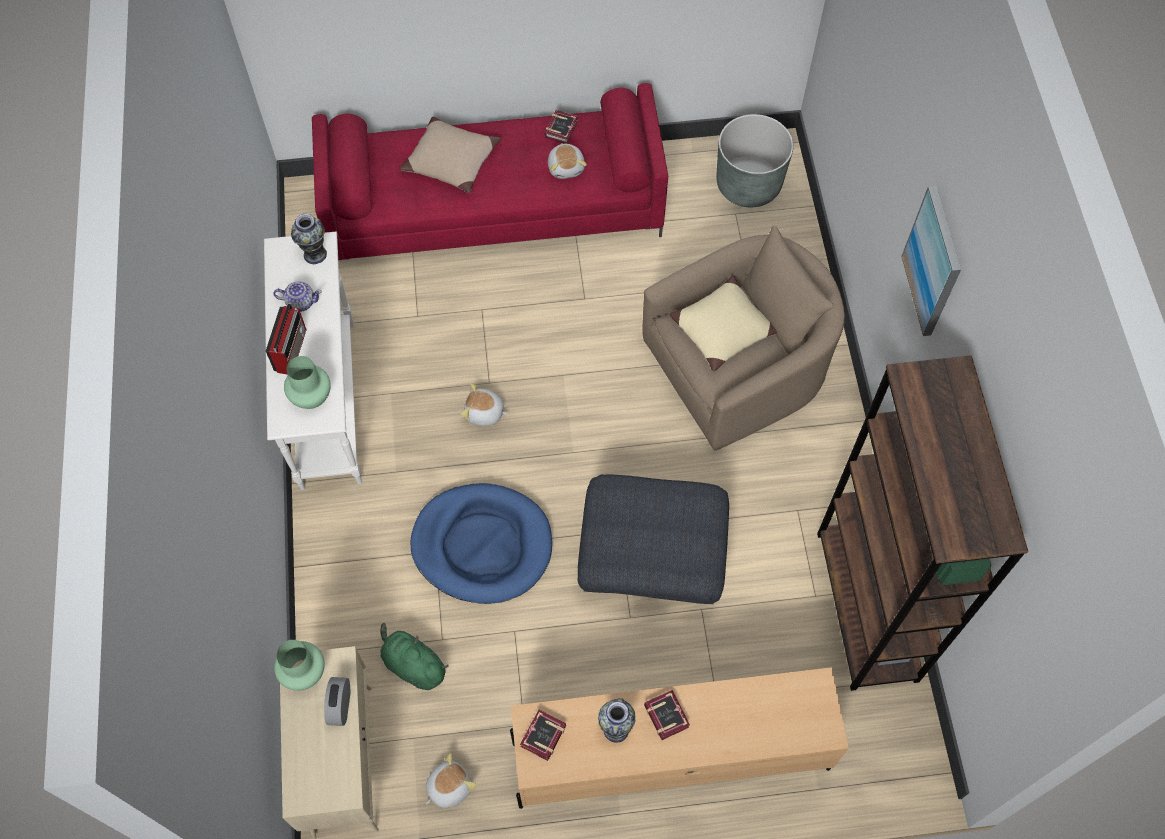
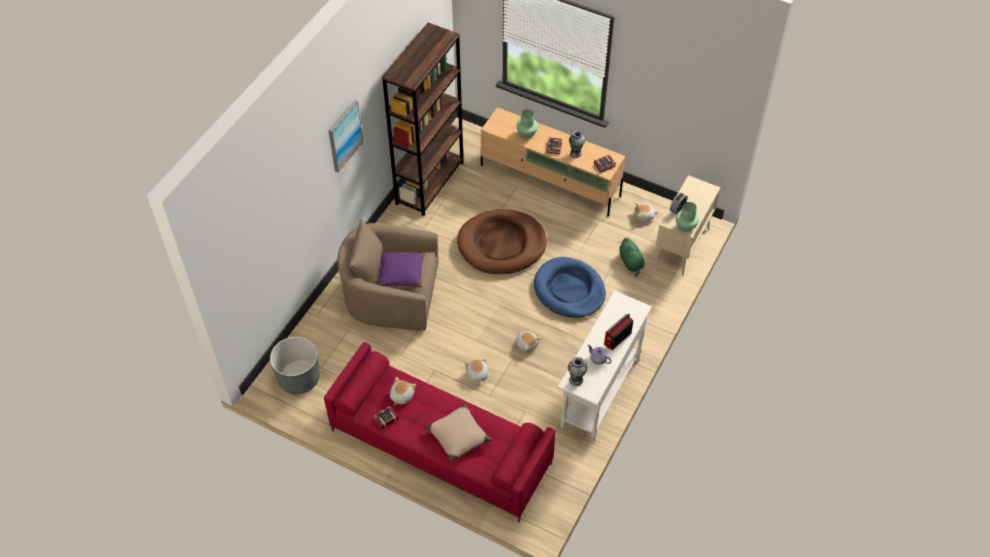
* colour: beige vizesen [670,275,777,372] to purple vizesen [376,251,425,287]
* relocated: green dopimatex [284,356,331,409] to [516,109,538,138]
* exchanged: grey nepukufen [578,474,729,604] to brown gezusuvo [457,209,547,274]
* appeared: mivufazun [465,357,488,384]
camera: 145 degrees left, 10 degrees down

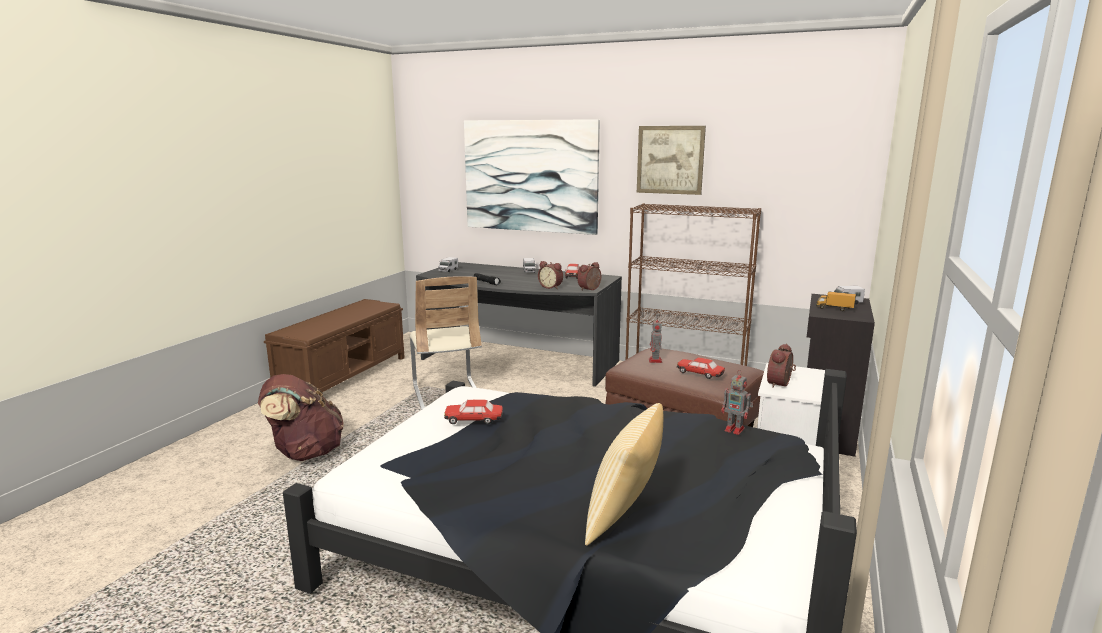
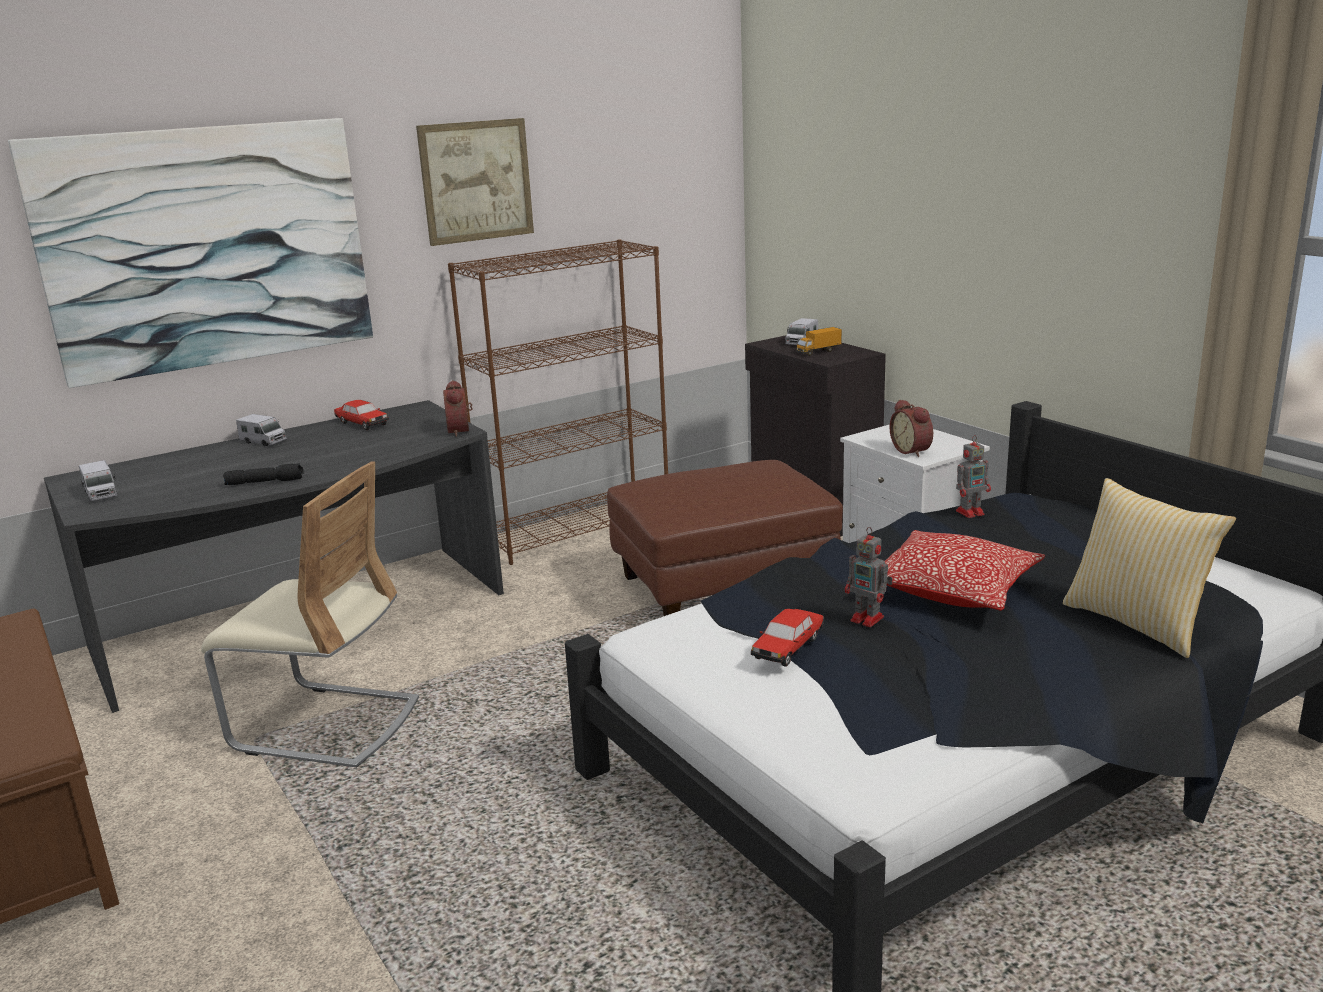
* missing: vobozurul [538,261,563,289]
* relocated: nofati [649,316,662,363] to [845,527,893,627]
* missing: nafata [677,357,725,379]
* missing: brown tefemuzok [258,374,344,461]
* appeared: vizesen [885,530,1045,611]
camera: 55 degrees left, 5 degrees up

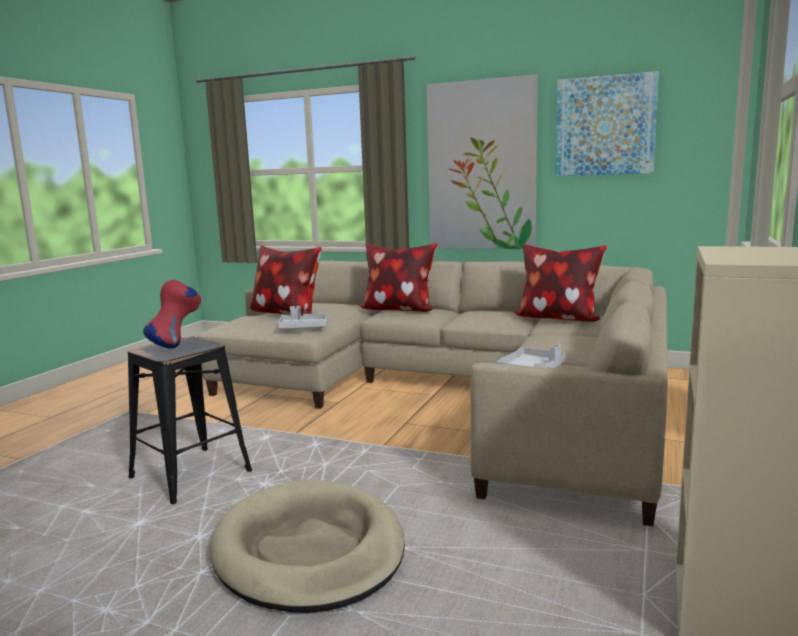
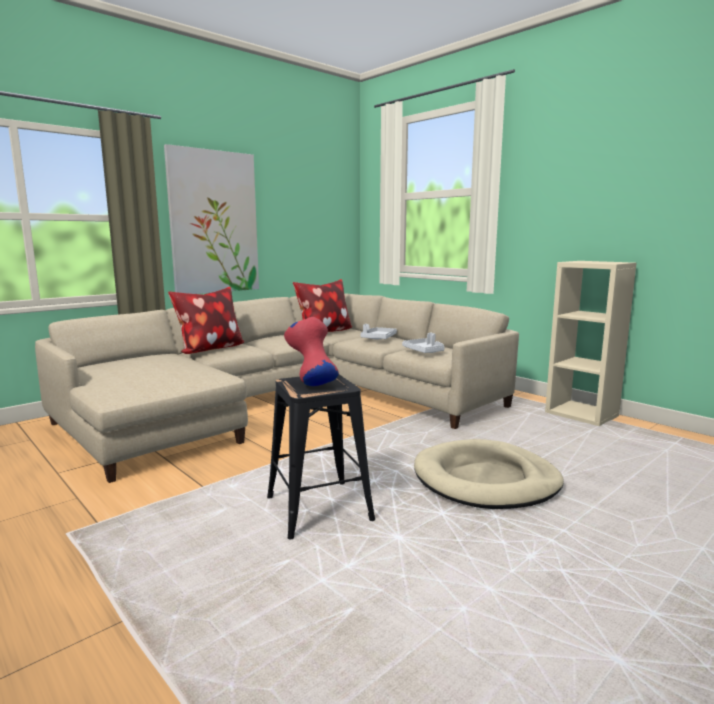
* missing: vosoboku [555,71,659,176]
* missing: vizesen [250,245,322,316]
* relocated: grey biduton [278,306,327,329] to [360,324,397,339]
camera: 65 degrees left, 0 degrees up

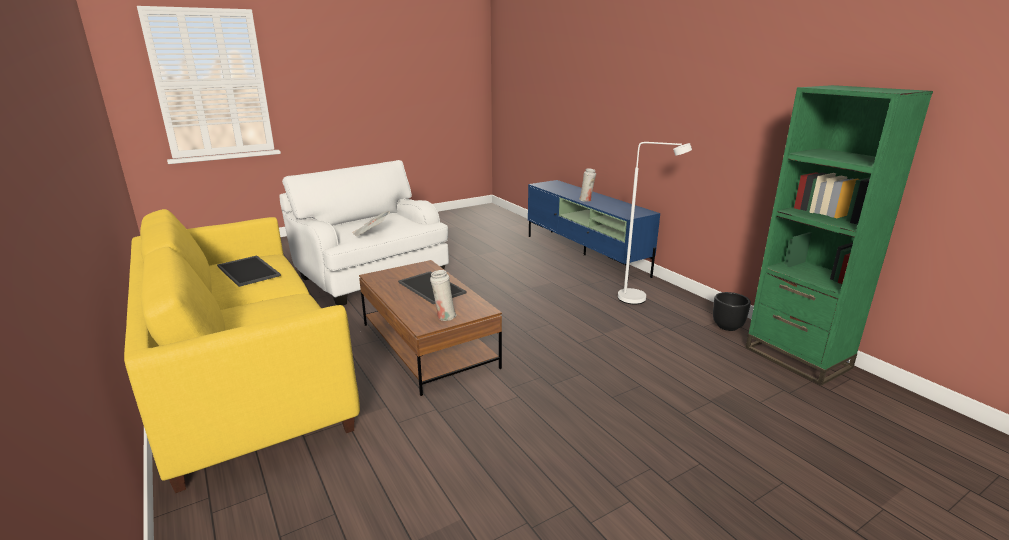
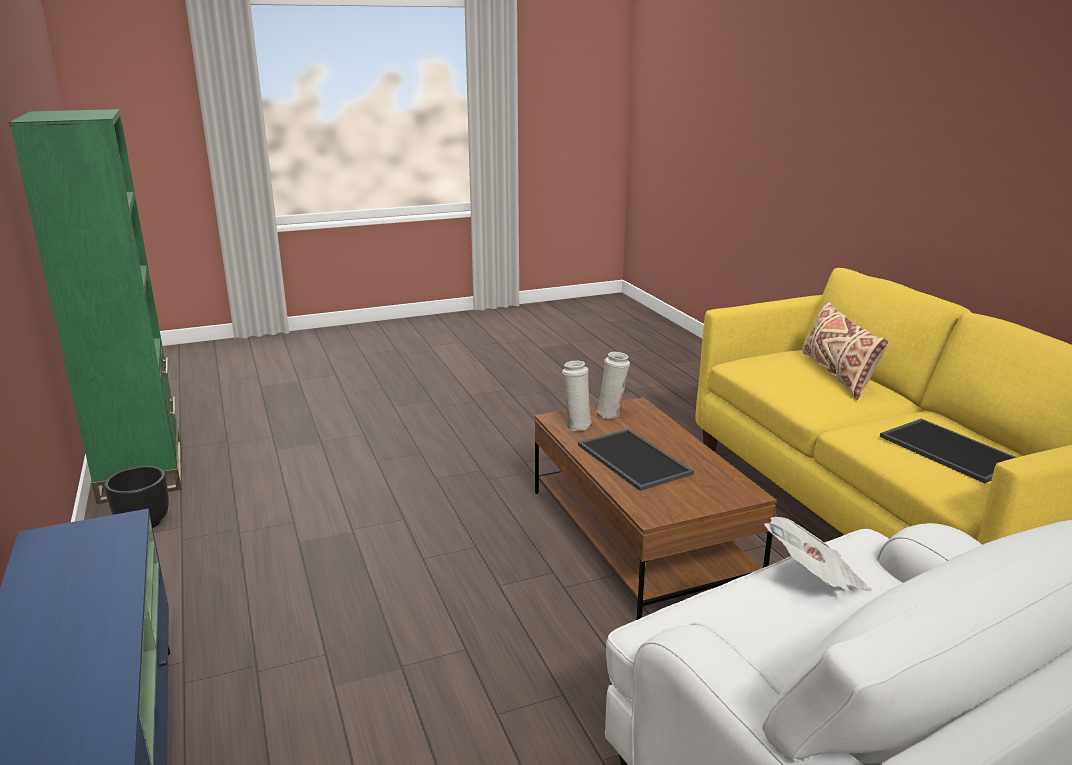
* missing: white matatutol [618,142,692,304]
* relocated: white dopimatex [579,168,596,202] to [562,361,592,431]
* appeared: beige vizesen [802,301,889,400]
camera: 170 degrees left, 0 degrees up

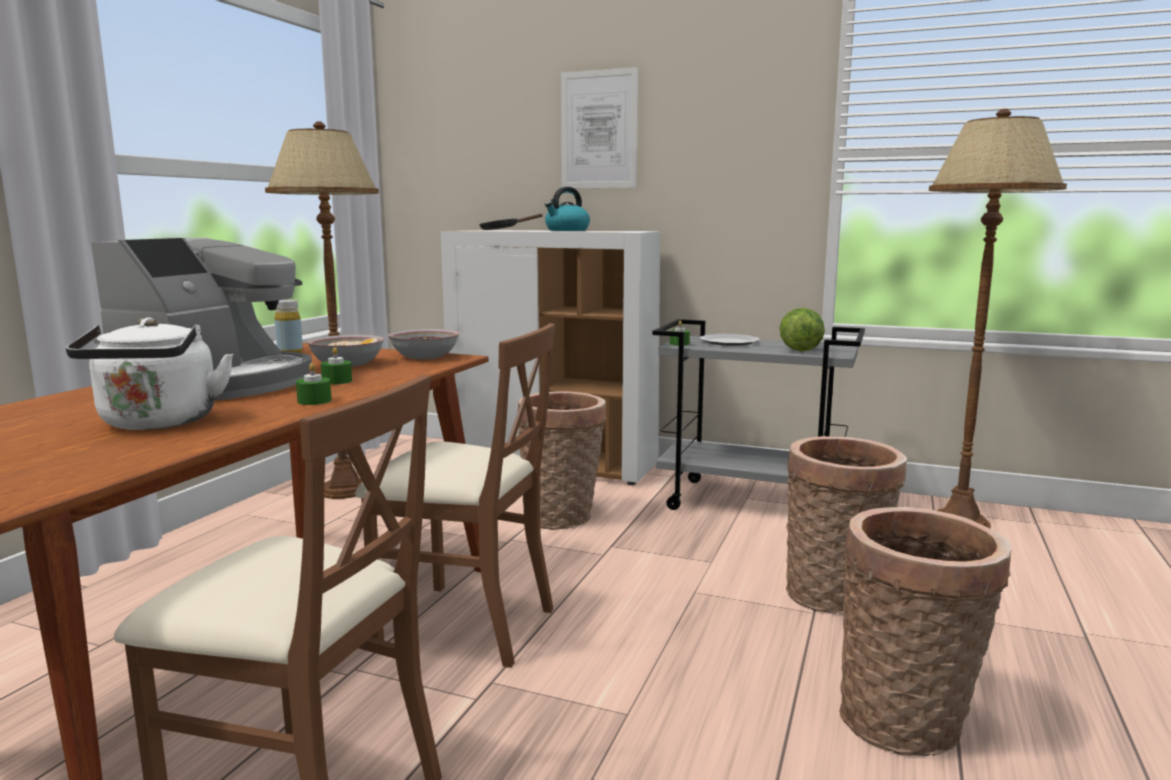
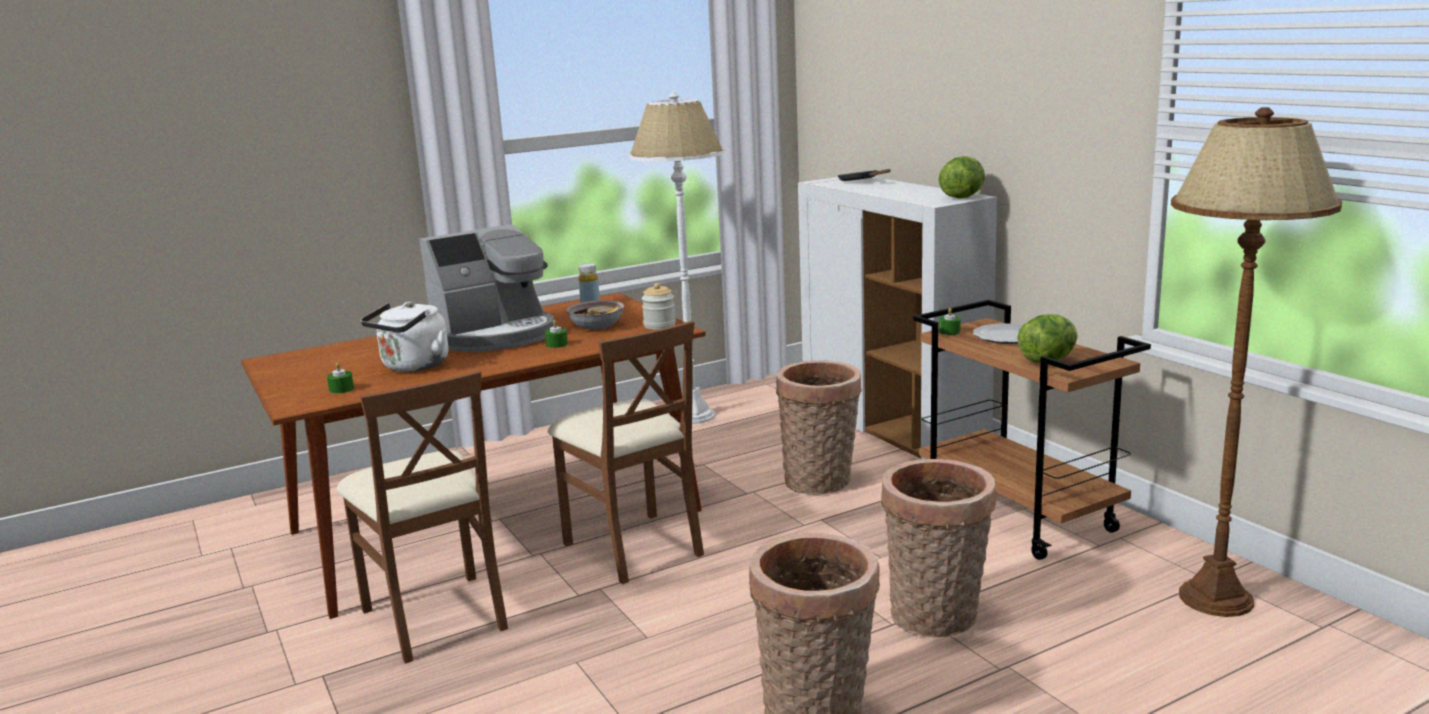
* missing: vosoboku [561,67,638,188]
* colour: brown matatutol [265,122,379,499] to white matatutol [628,93,724,424]
* missing: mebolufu [545,187,590,231]
* colour: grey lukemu [652,319,865,510] to brown lukemu [913,300,1151,560]
* exchanged: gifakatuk [388,329,460,359] to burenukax [642,283,676,330]
* relocated: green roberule [296,363,331,405] to [327,362,354,394]
* appeared: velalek [939,156,985,199]
camera: 40 degrees right, 5 degrees up

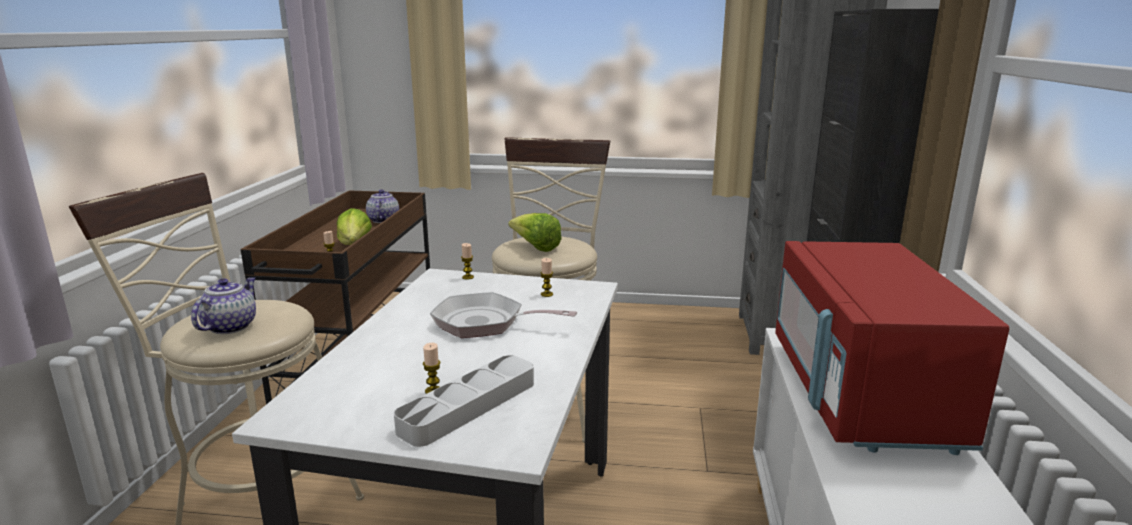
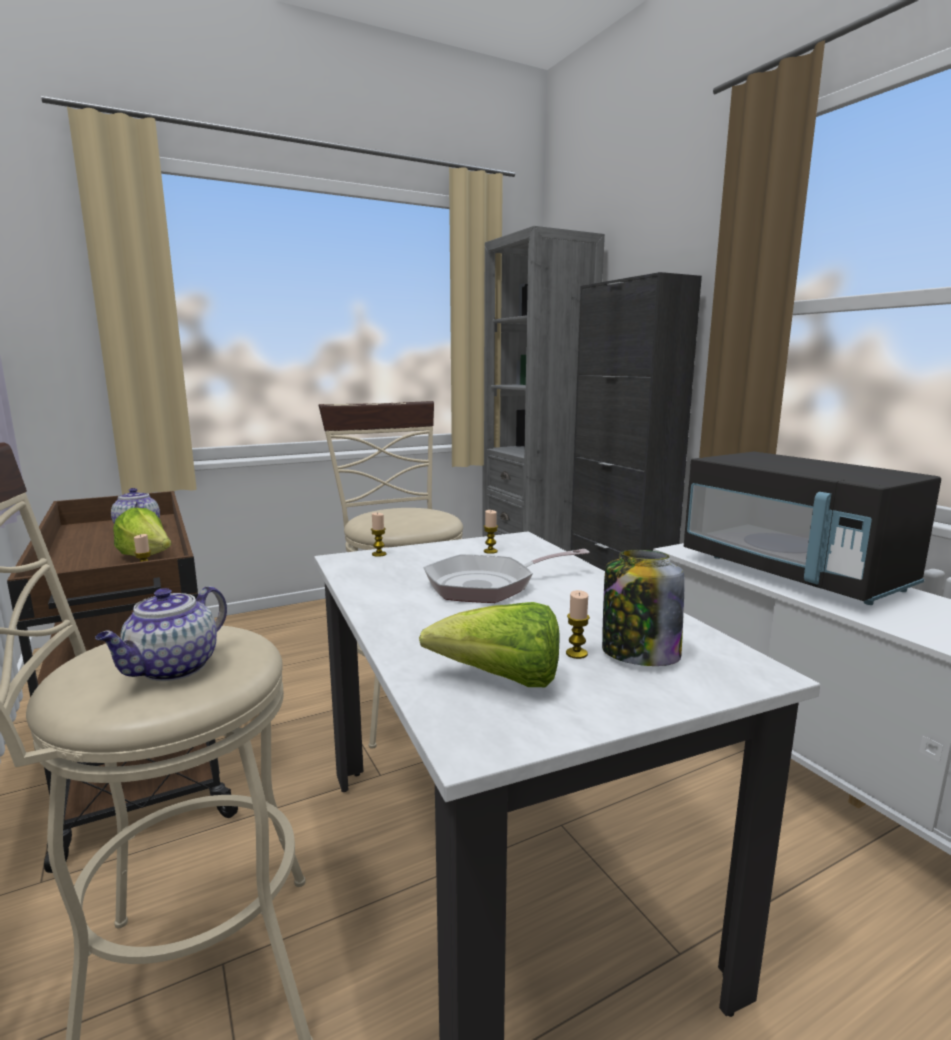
* relocated: velalek [508,213,562,252] to [419,602,560,687]
* colour: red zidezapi [775,241,1009,455] to black zidezapi [684,452,941,605]
* spun: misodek [191,277,256,334] = [95,586,227,681] 135 degrees counterclockwise
* exchanged: grey biduton [394,355,534,447] to burenukax [602,550,685,666]
camera: 35 degrees left, 5 degrees down

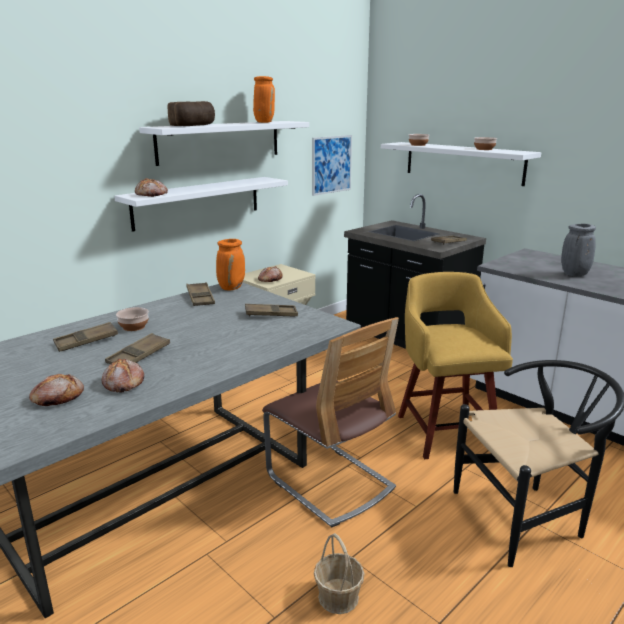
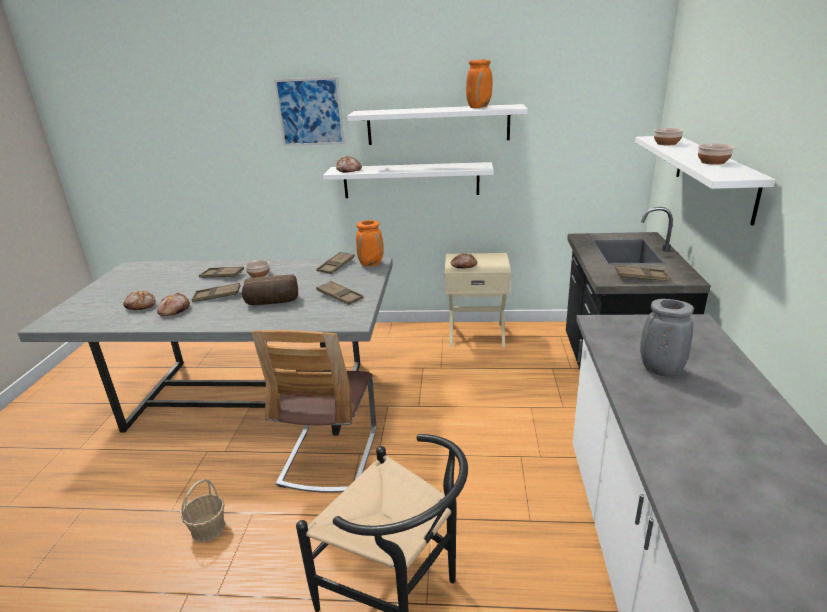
* relocated: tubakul [168,101,215,126] to [242,274,298,305]
* relocated: vosoboku [312,135,352,196] to [274,77,345,146]
* missing: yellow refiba [398,272,513,459]
camera: 50 degrees right, 5 degrees up

